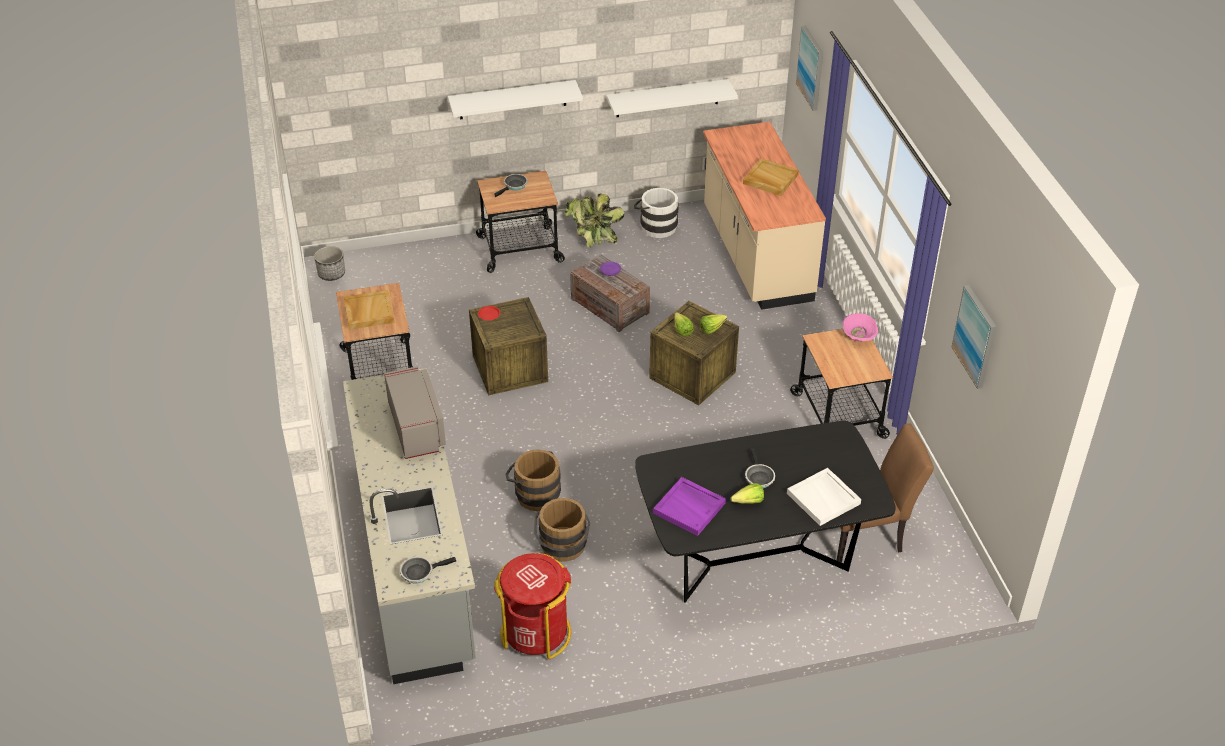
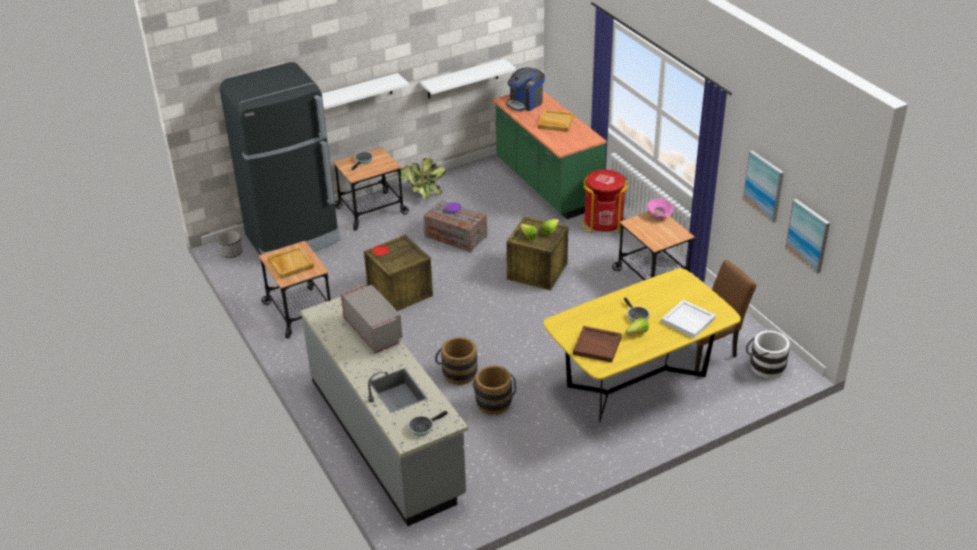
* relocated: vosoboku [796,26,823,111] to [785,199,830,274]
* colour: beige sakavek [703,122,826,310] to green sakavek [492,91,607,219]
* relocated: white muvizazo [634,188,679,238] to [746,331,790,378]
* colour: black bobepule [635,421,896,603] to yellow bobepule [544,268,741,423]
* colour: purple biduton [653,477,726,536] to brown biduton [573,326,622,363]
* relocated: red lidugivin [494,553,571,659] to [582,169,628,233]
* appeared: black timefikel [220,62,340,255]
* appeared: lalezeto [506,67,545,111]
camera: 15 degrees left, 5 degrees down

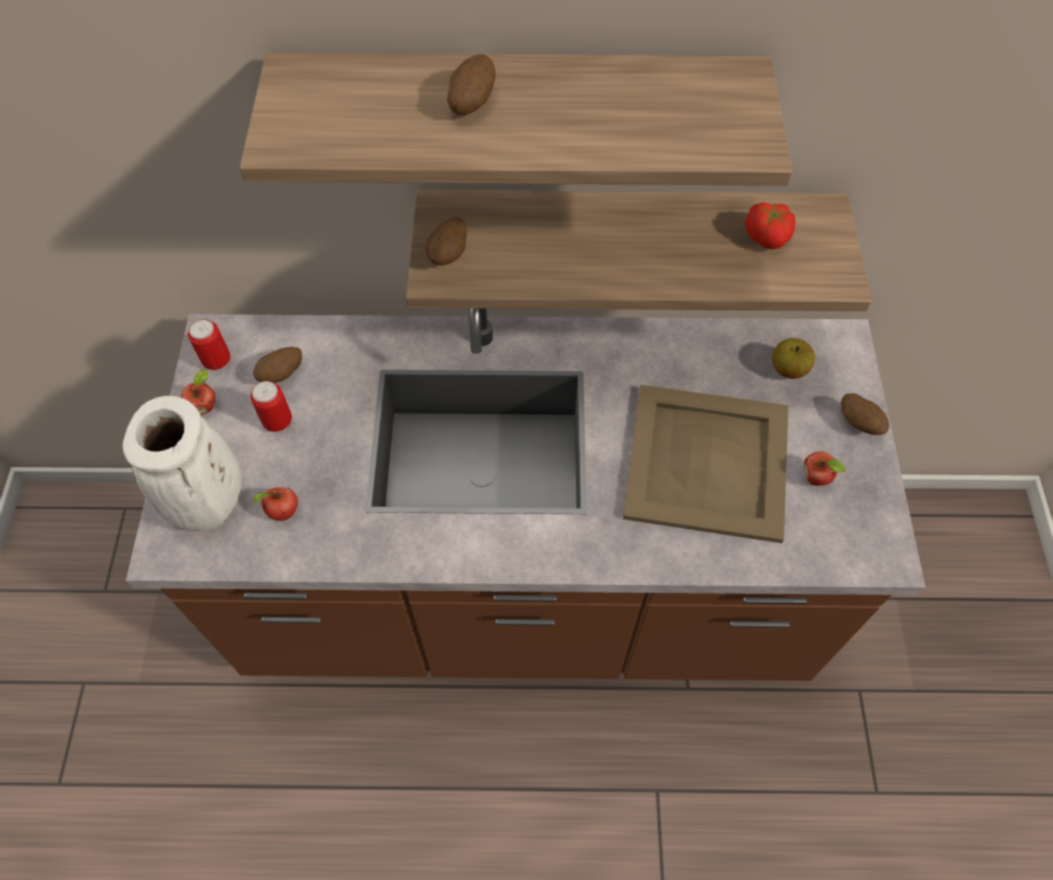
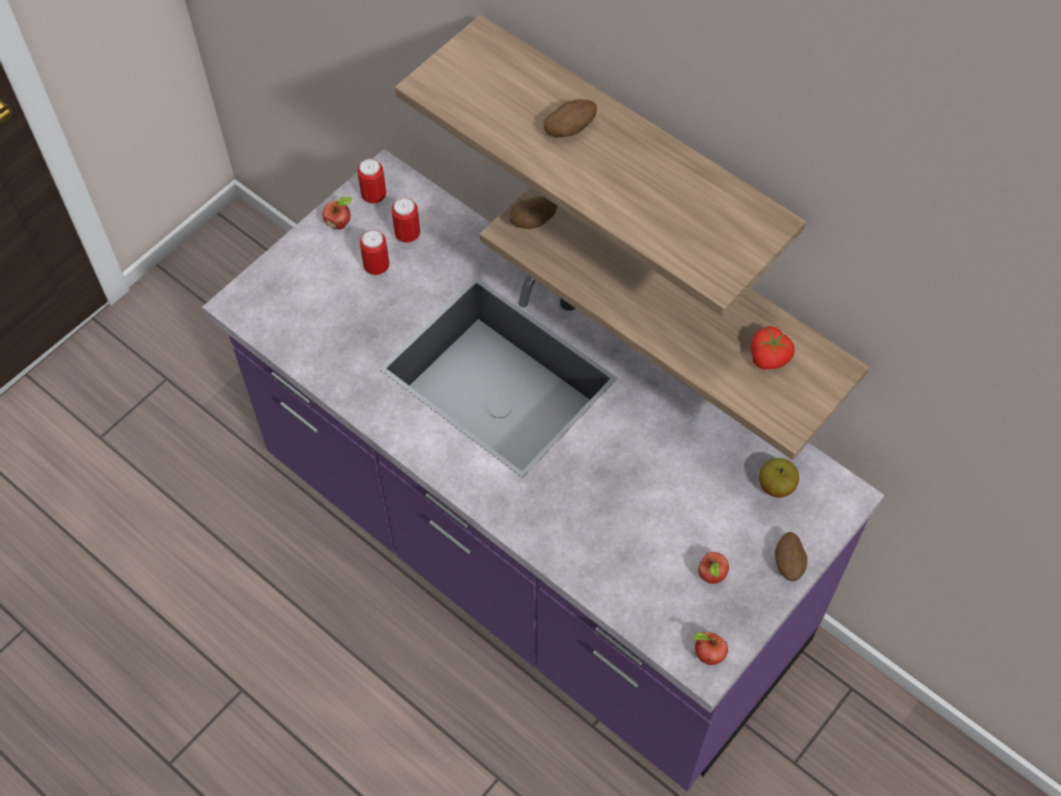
* colour: brown sakavek [126,308,926,681] to purple sakavek [202,149,884,792]
* exchanged: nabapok [253,347,302,383] to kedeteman [391,198,420,243]
* missing: beige biduton [623,385,788,543]
* missing: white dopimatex [122,396,242,532]
* relocated: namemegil [253,488,298,521] to [692,632,728,665]
camera: 40 degrees right, 0 degrees up

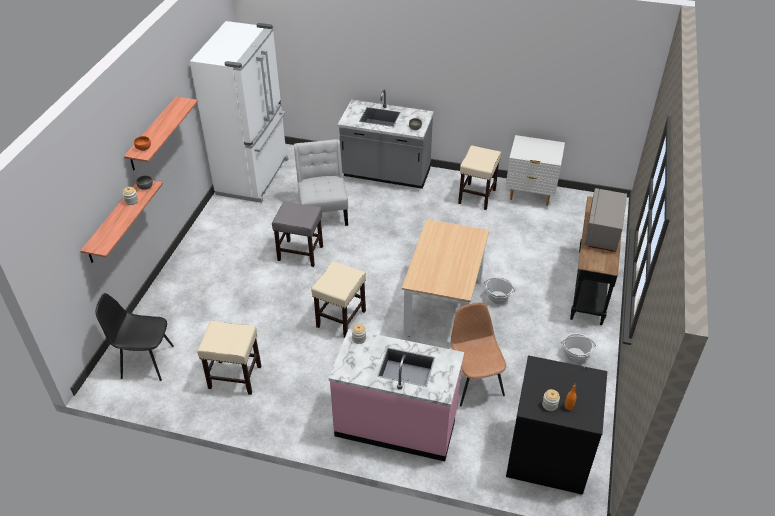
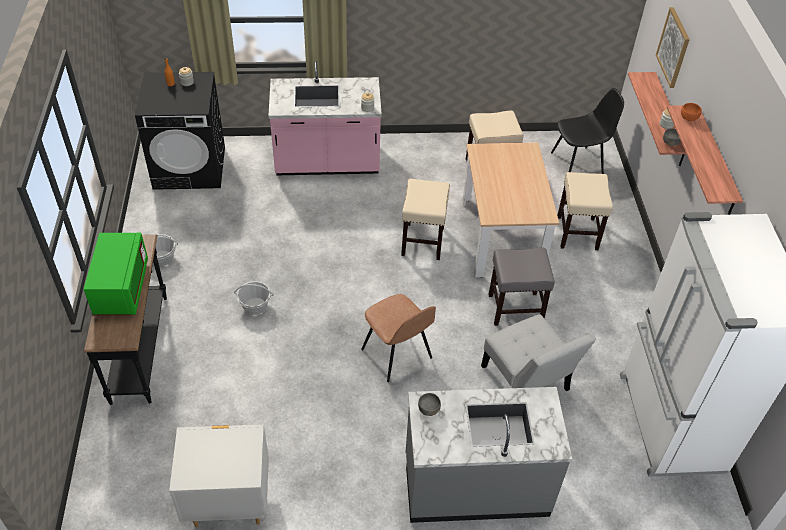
* relocated: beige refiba [458,145,501,210] to [557,172,613,250]
* colour: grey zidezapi [584,188,627,252] to green zidezapi [84,232,148,315]
* relocated: beige bobepule [402,219,489,337] to [463,142,559,278]
* relocated: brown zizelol [451,303,506,407] to [361,294,436,382]
* appeared: vosoboku [656,7,690,88]
camera: 160 degrees right, 5 degrees up

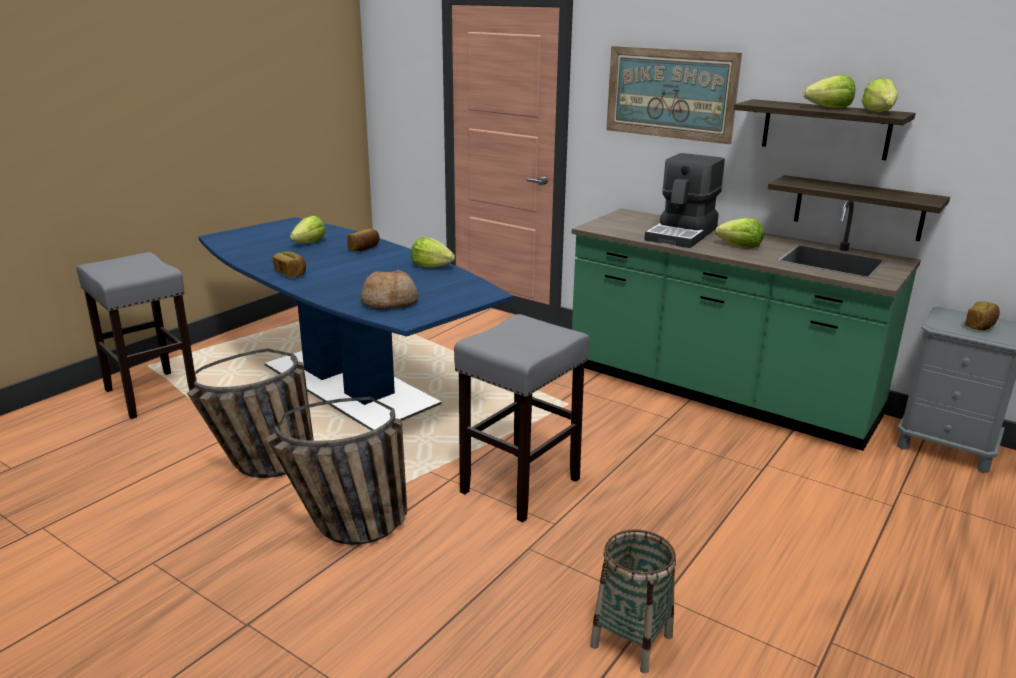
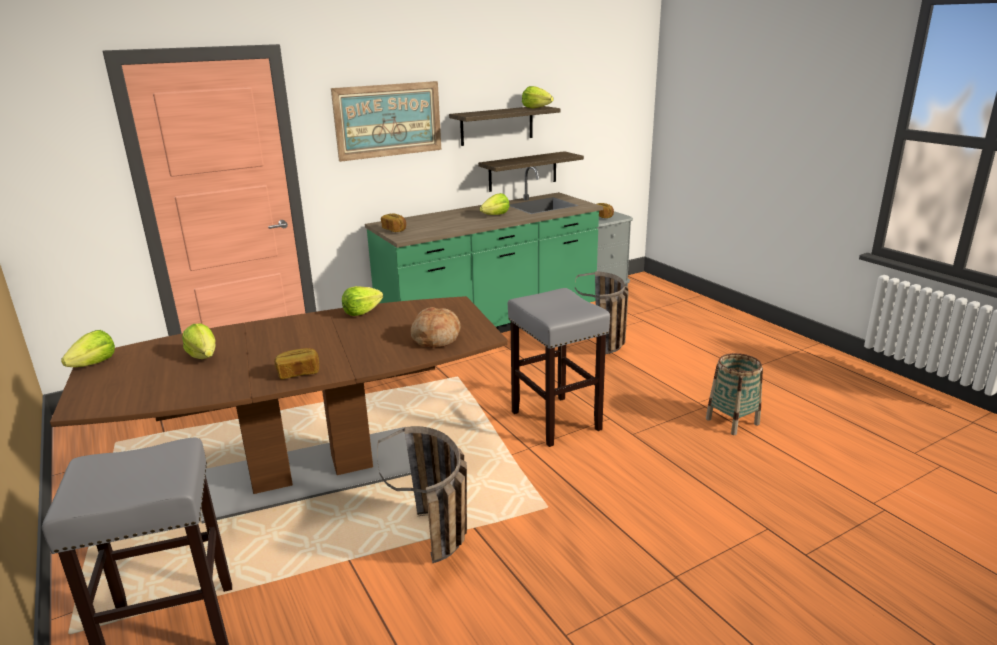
* relocated: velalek [804,75,856,108] to [61,330,115,367]
* missing: lalezeto [644,153,725,248]
* colour: blue bobepule [198,217,513,431] to brown bobepule [50,296,508,524]
* relocated: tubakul [347,229,379,251] to [381,213,406,232]
* relocated: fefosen [266,397,407,545] to [575,271,629,354]
camera: 65 degrees left, 0 degrees up

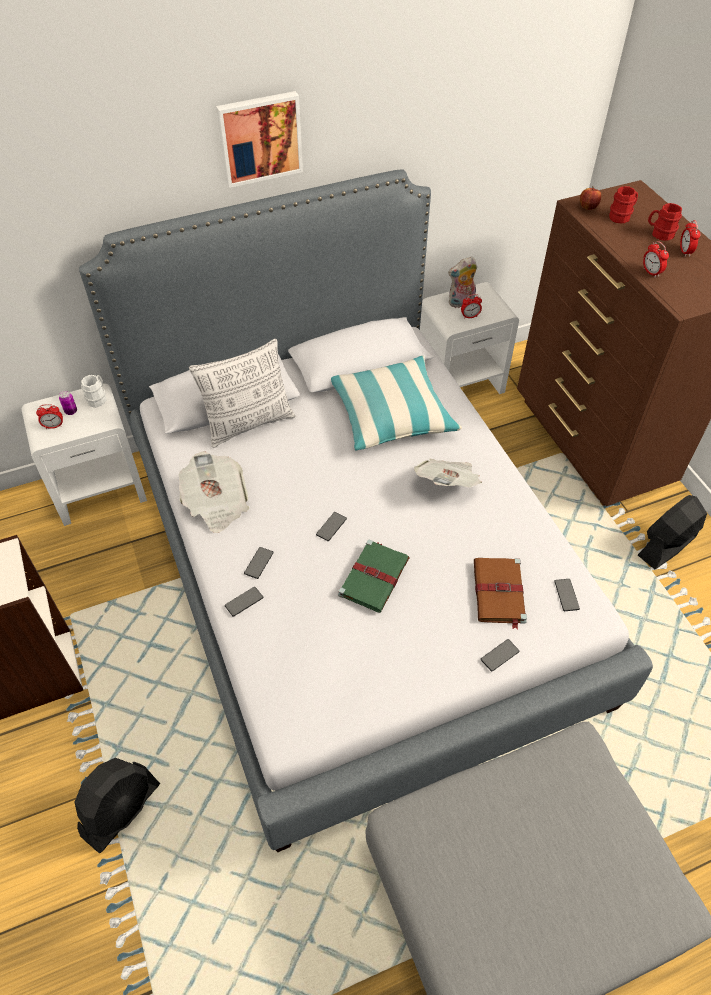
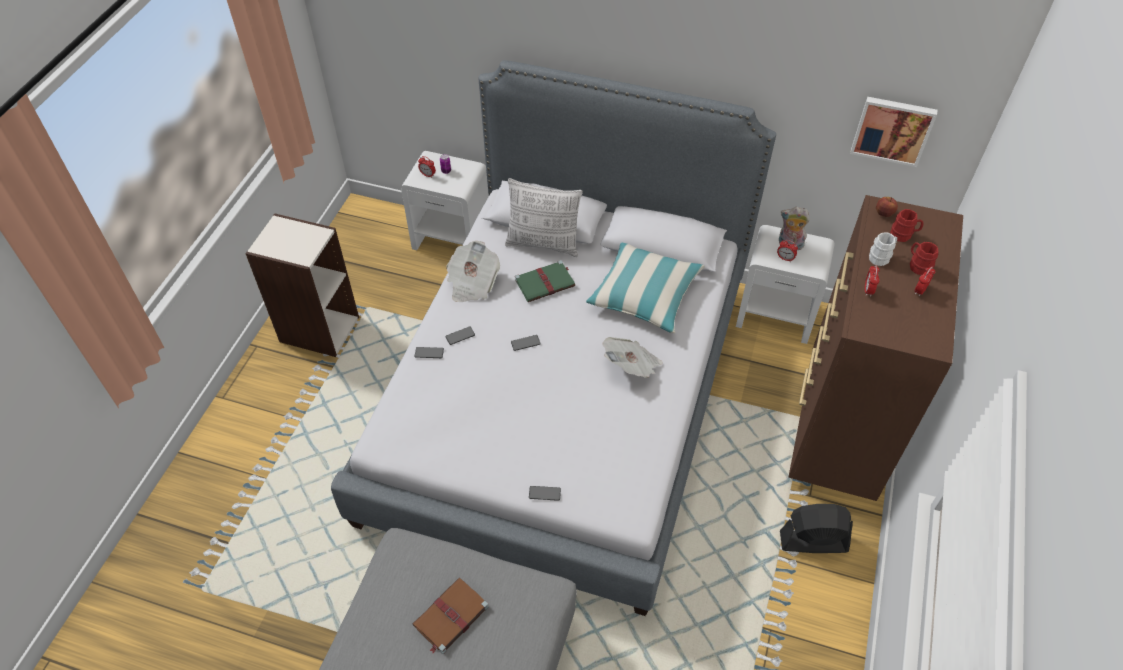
* relocated: vosoboku [216,91,303,188] to [850,97,938,167]
* relocated: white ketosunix [81,375,107,408] to [869,232,897,266]
* relocated: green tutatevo [338,540,410,613] to [515,260,575,302]
* relocated: brown tutatevo [474,558,527,629] to [413,578,489,654]
* missing: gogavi [554,579,580,611]
* missing: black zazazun [74,758,160,854]
camera: 40 degrees right, 0 degrees up

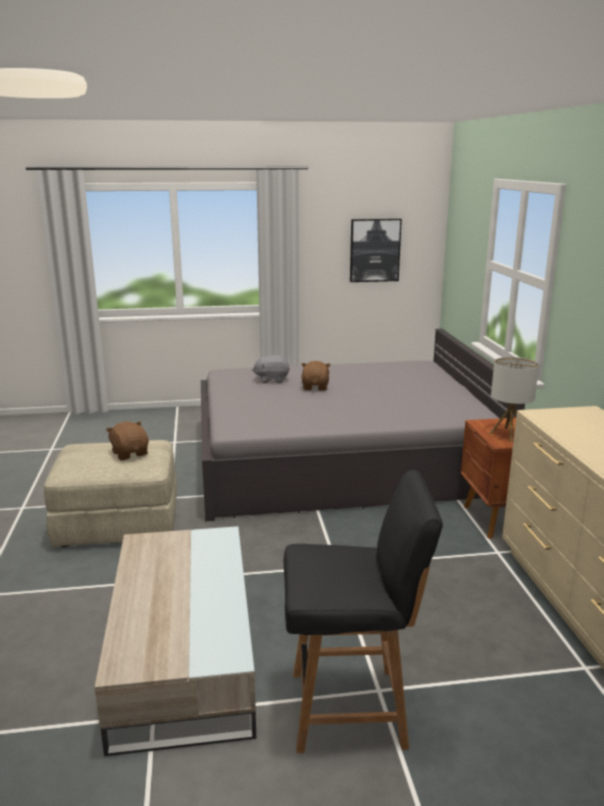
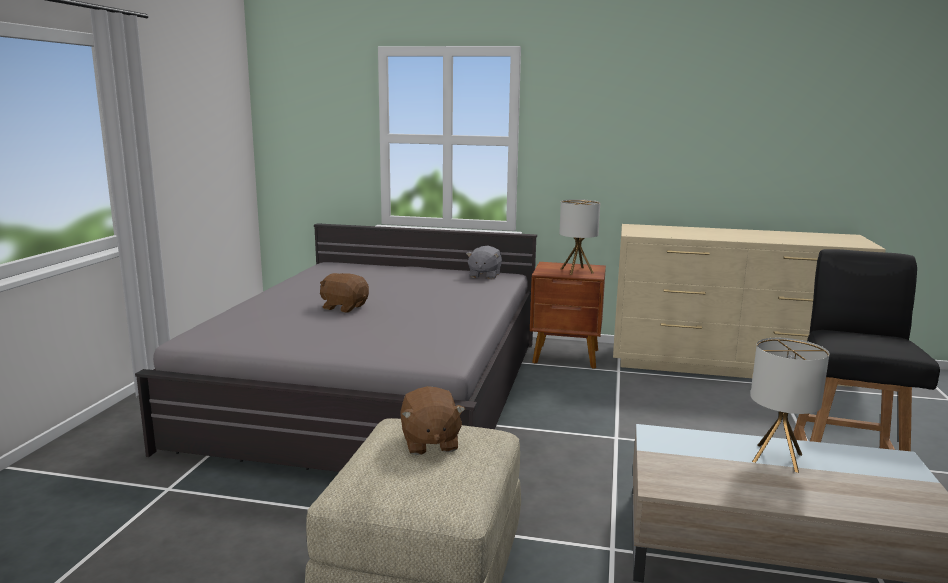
* missing: vosoboku [350,219,402,282]
* relocated: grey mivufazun [252,355,290,383] to [466,246,502,279]
* spun: brown mivufazun [106,421,149,460] = [400,386,465,455] 90 degrees counterclockwise
* appeared: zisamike [750,338,830,473]
camera: 70 degrees left, 5 degrees down

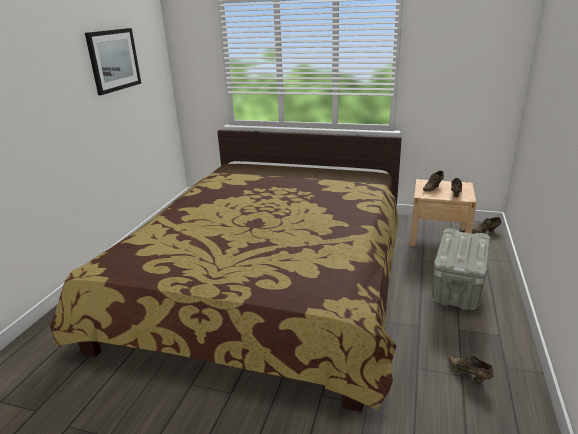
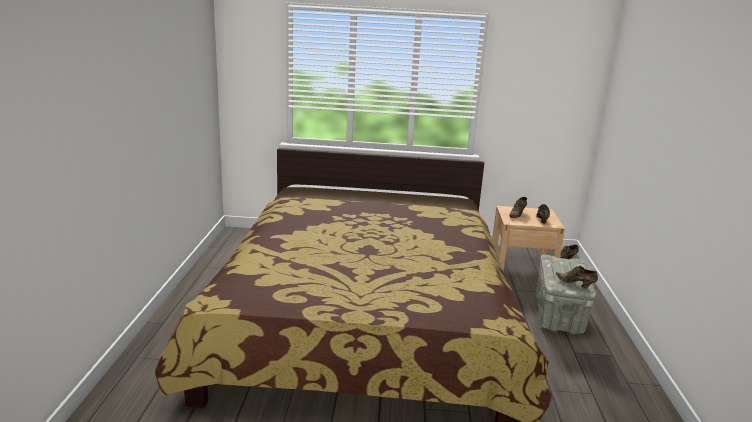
* missing: vosoboku [85,28,141,95]
* relocated: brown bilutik [447,355,494,383] to [556,266,598,288]
camera: 15 degrees left, 5 degrees down

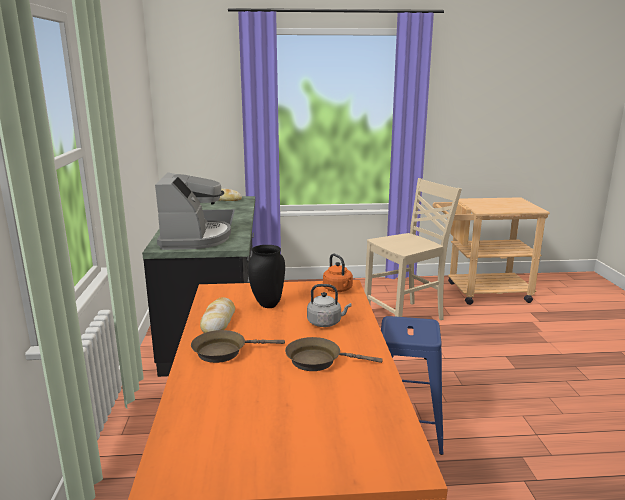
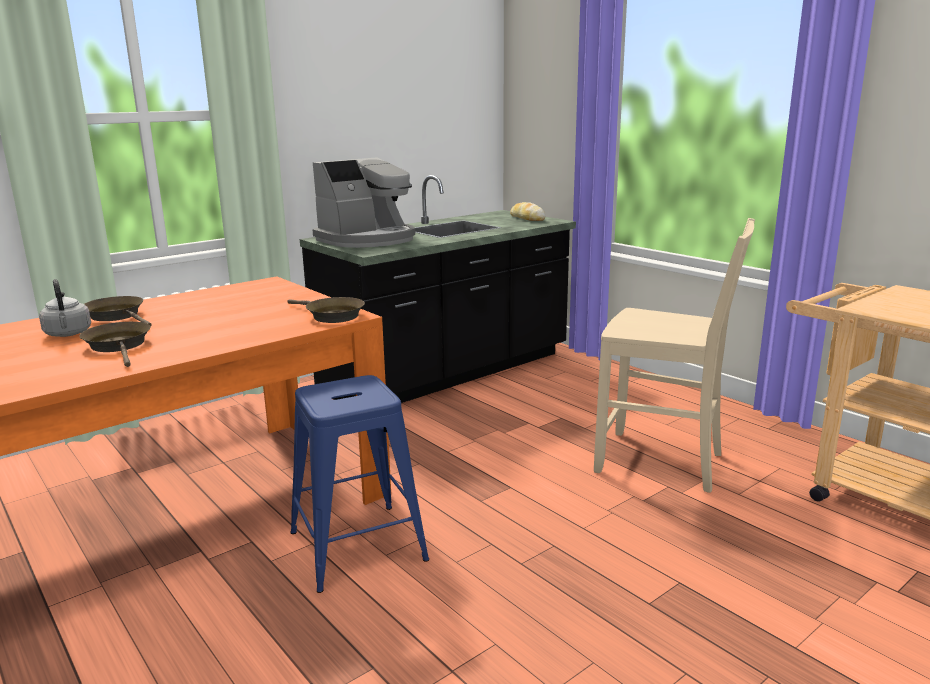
* missing: black dopimatex [248,245,285,308]
* exchanged: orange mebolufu [323,253,353,292] to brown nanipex [288,297,365,323]
* relocated: grey mebolufu [307,284,351,327] to [39,279,91,337]
* missing: tubakul [200,297,235,333]
camera: 55 degrees right, 0 degrees up

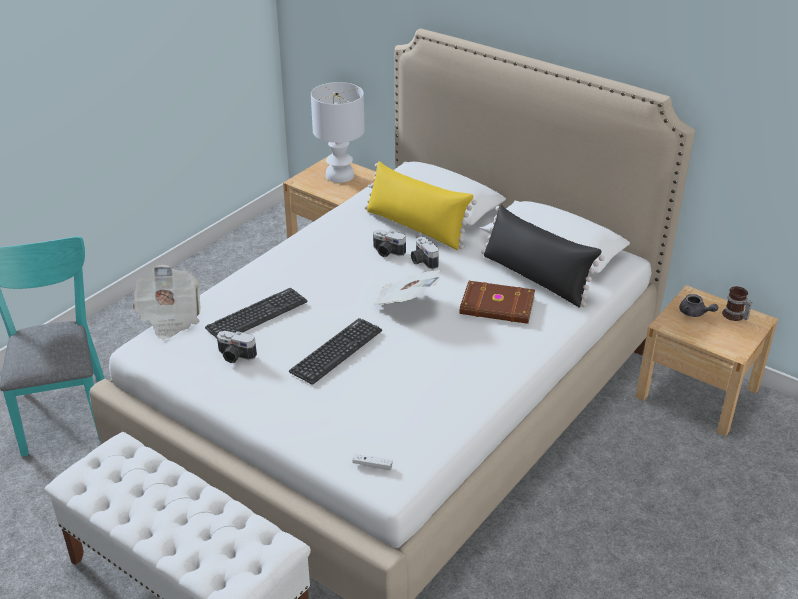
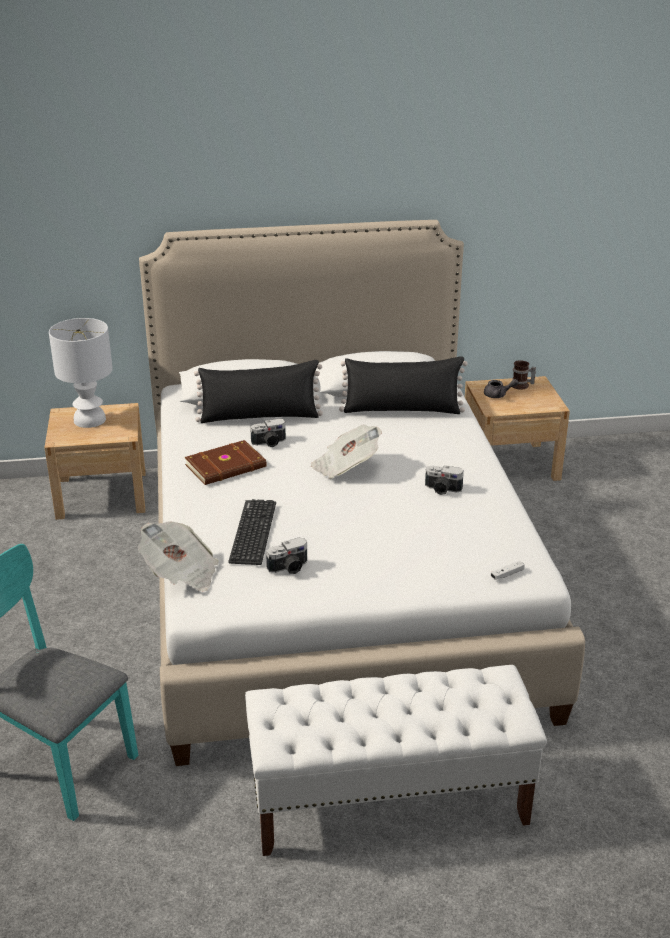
* colour: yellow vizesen [365,161,477,250] to black vizesen [194,360,323,423]
* relocated: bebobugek [411,236,439,269] to [425,465,464,495]
* relocated: brown tutatevo [459,281,535,324] to [185,440,267,485]
* missing: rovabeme [289,318,382,385]
camera: 45 degrees left, 5 degrees down

